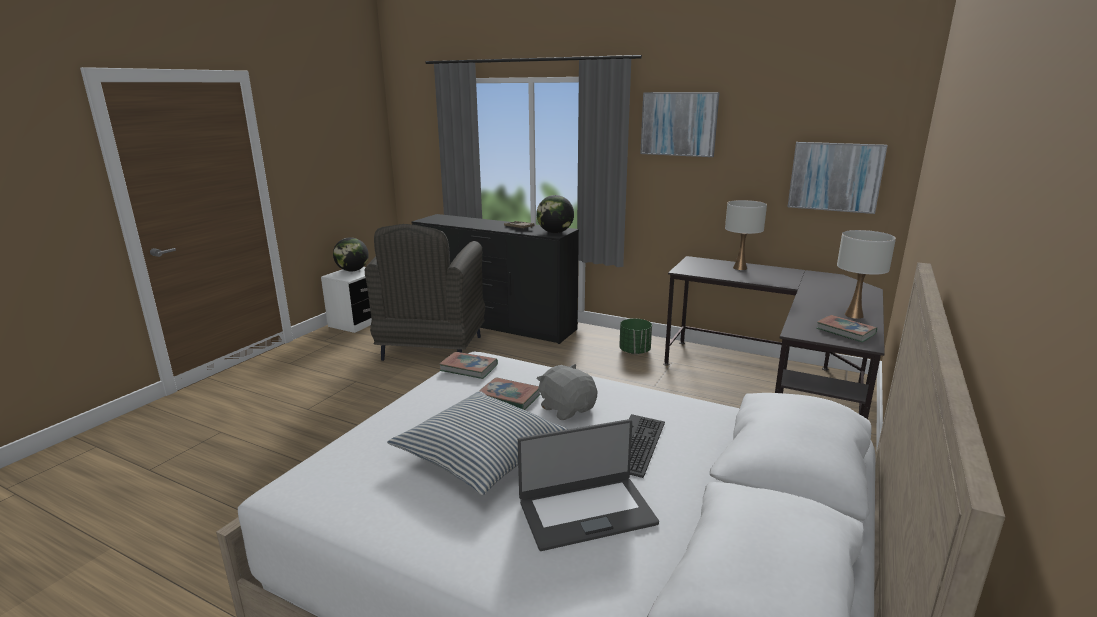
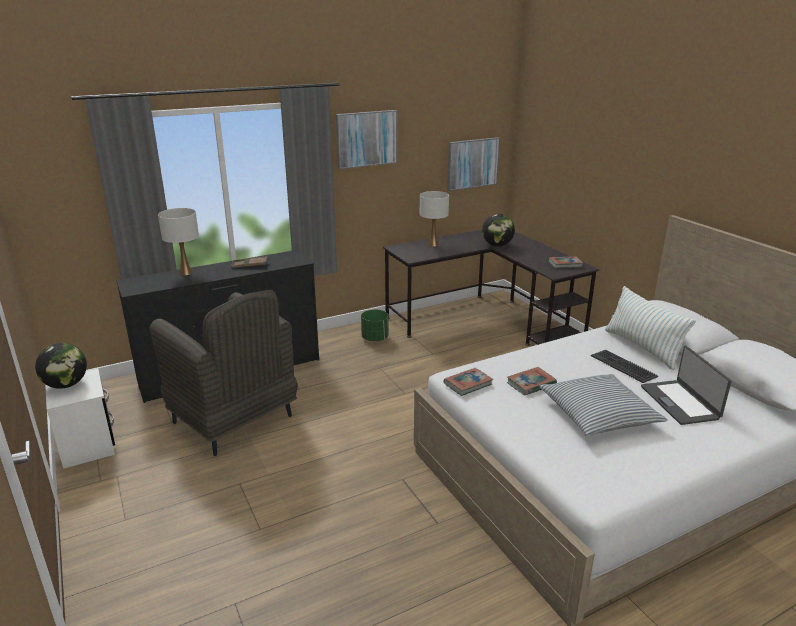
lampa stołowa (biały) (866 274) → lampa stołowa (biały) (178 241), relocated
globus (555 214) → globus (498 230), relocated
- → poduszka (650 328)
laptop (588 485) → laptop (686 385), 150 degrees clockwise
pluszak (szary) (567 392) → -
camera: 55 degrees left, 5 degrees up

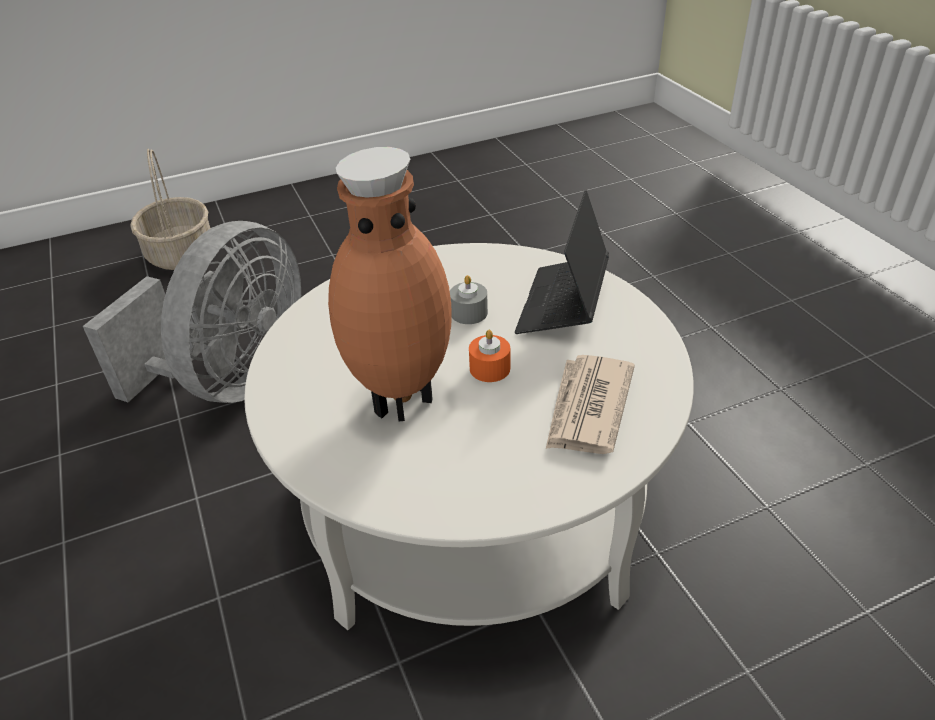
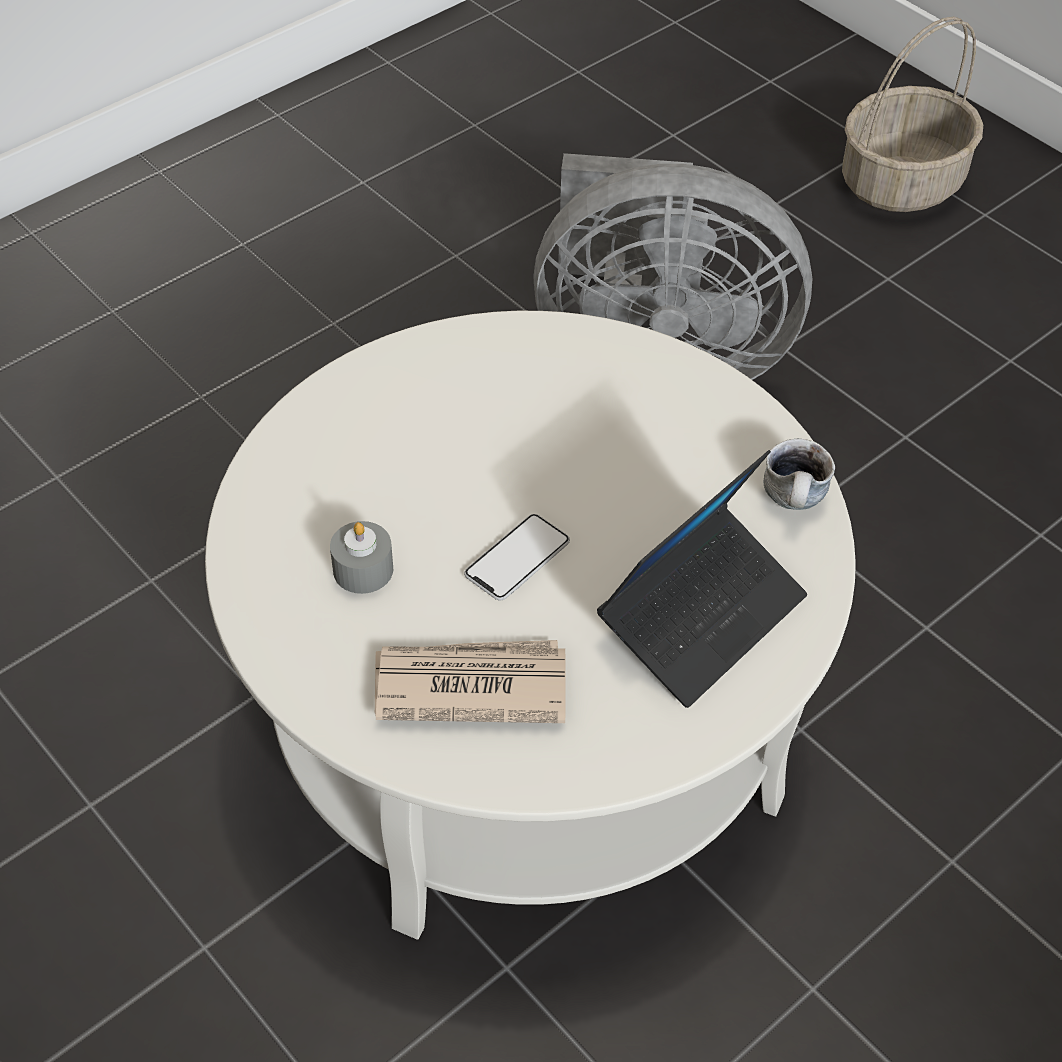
świeca (szary) (469 299) → świeca (szary) (361 557), relocated
świeca (pomarańczowy) (489 356) → telefon (517 557)
laptop (562 262) → laptop (702 579), 135 degrees clockwise
- → kubek (799 474)
wazon (brązowy) (389 284) → -
camera: 70 degrees right, 10 degrees up

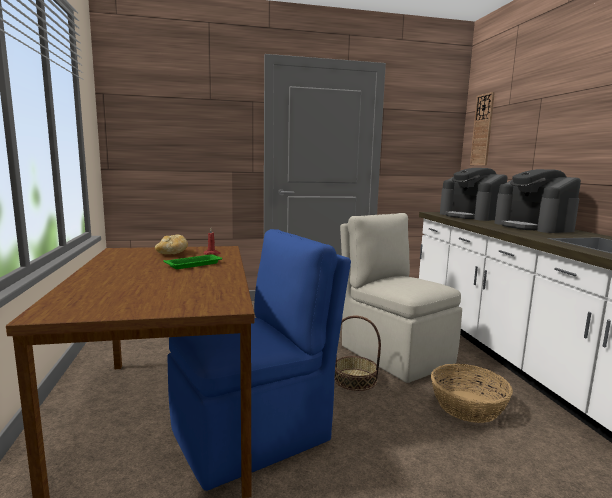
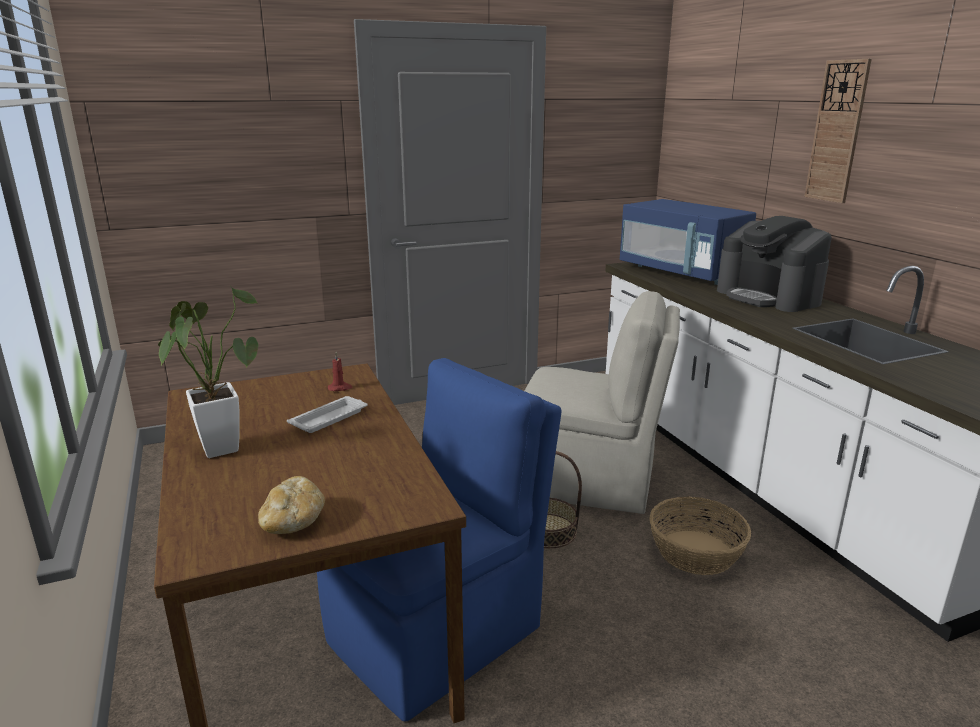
- → roślina doniczkowa (208 372)
chleb (171 244) → chleb (291 505), relocated
taca (zielony) (192 262) → taca (biały) (327 414)
krzesło (beżowy) (401 298) → krzesło (beżowy) (602 402), 150 degrees clockwise
ekspres do kawy (474 194) → mikrofalówka (niebieski) (688 242)
zegar ścienny (482 128) → zegar ścienny (838 131), relocated
camera: 10 degrees left, 10 degrees up

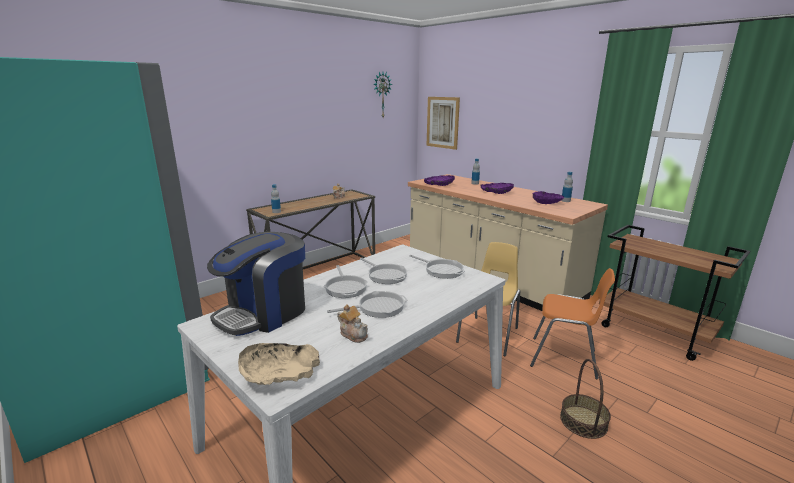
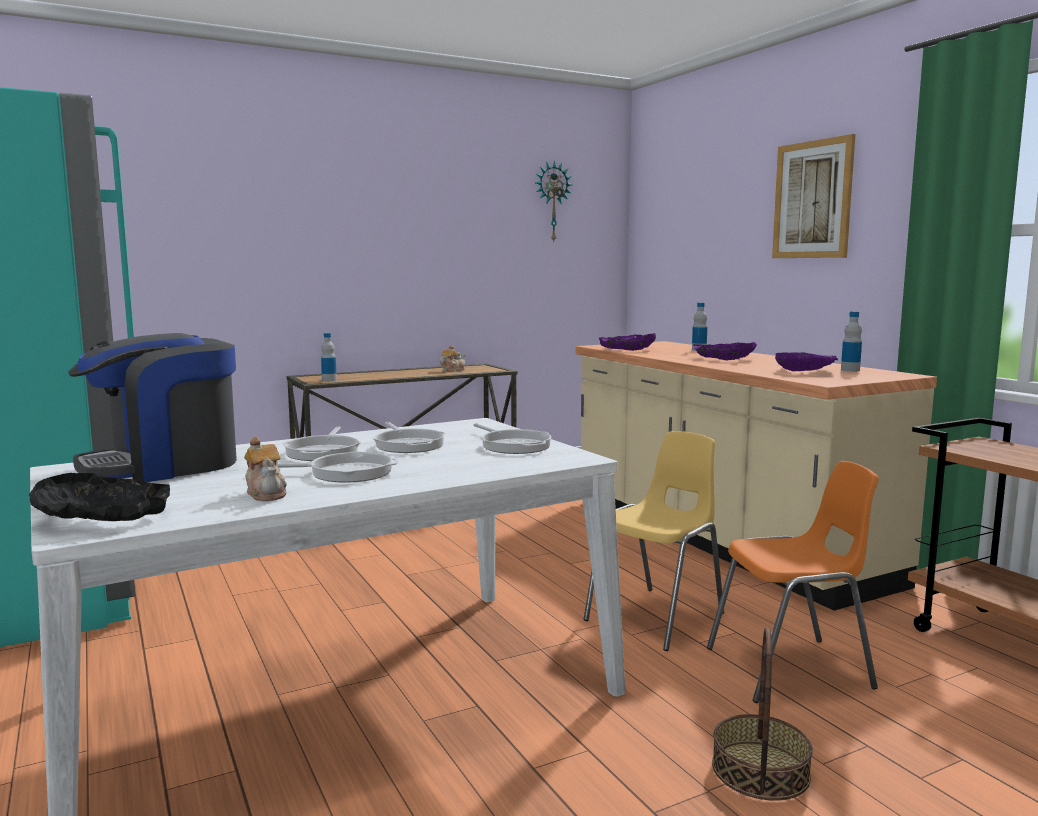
miska (beżowy) (279 364) → miska (czarny) (99 497)
krzesło (pomarańczowy) (572 323) → krzesło (pomarańczowy) (793 582), 45 degrees counterclockwise
obraz (443 123) → obraz (813 196), relocated
camera: 15 degrees right, 10 degrees down

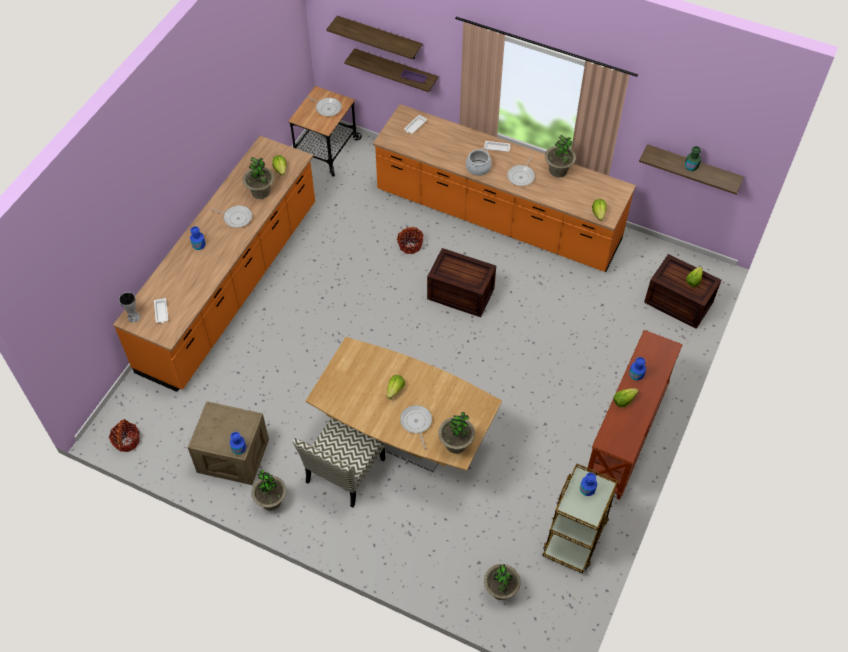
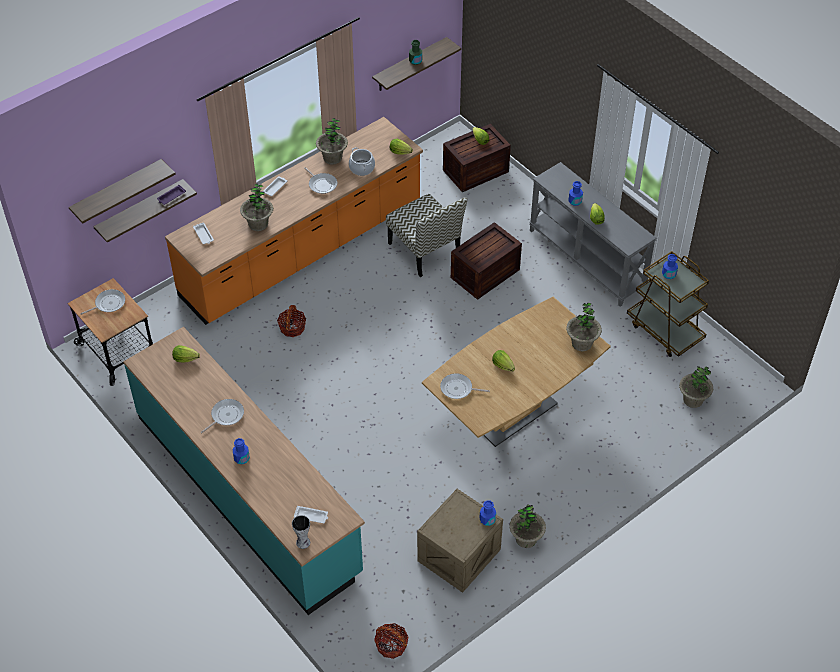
zabudowa kuchenna (pomarańczowy) (214 264) → zabudowa kuchenna (turkusowy) (244 471)
roślina doniczkowa (258 178) → roślina doniczkowa (256 207), relocated
garnek (479 161) → garnek (362 161), relocated
krzesło (339 462) → krzesło (426 235), relocated
patelnia (416 427) → patelnia (465 386), relocated
skrzynka (461 282) → skrzynka (486 261), relocated
stolik konsolowy (brązowy) (635 415) → stolik konsolowy (szary) (593 234)
camera: 65 degrees left, 5 degrees down

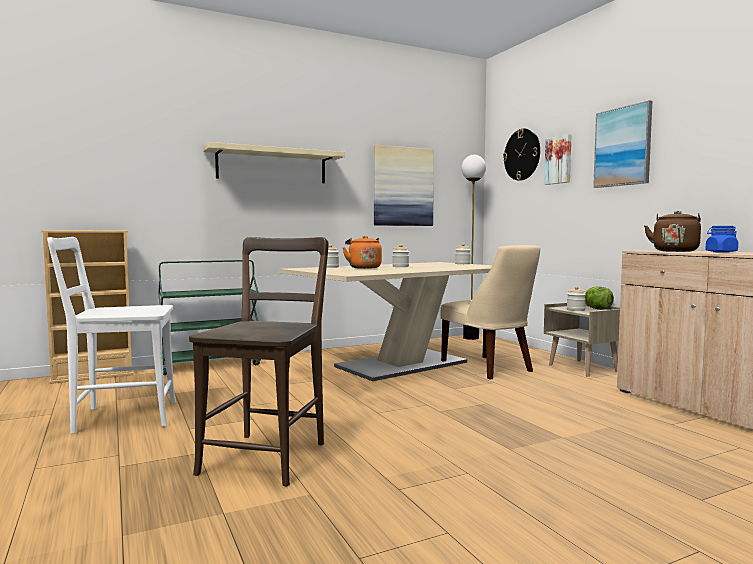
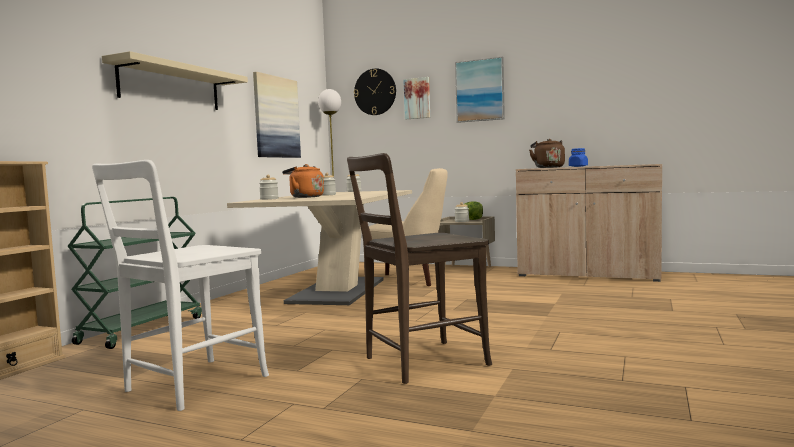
krzesło (brązowy) (259 361) → krzesło (brązowy) (419 268), 90 degrees counterclockwise
camera: 40 degrees left, 0 degrees up

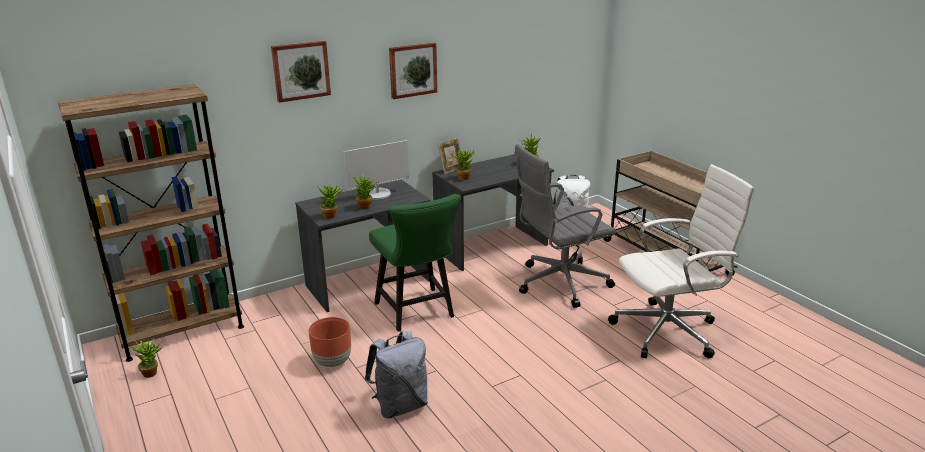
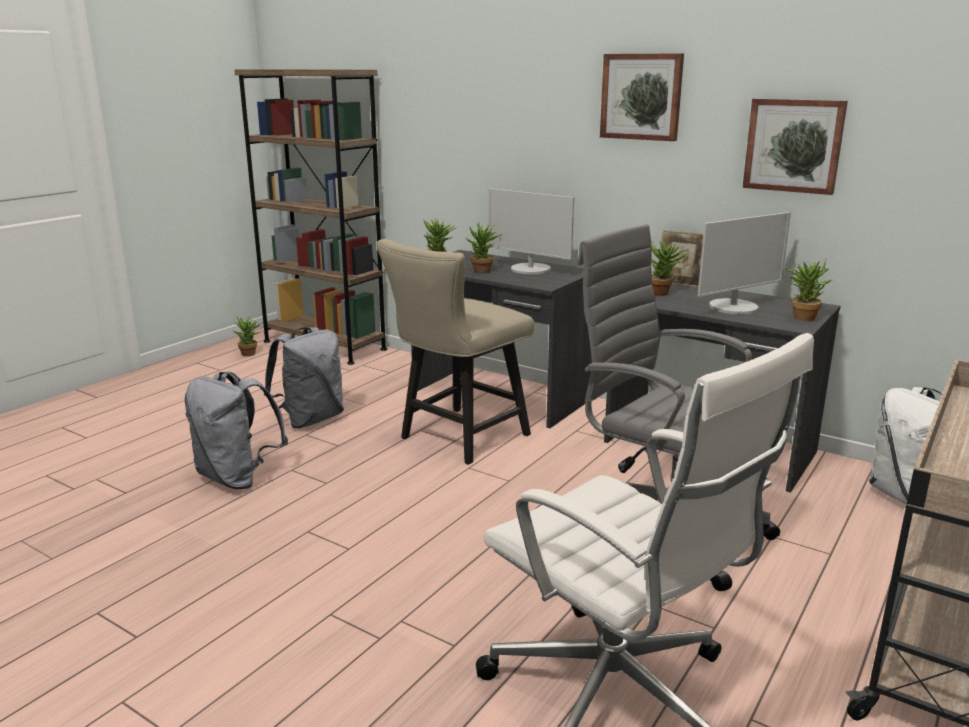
donica (brązowy) (330 342) → plecak (szary) (304 377)
krzesło (zielony) (415 263) → krzesło (beżowy) (455 351)
- → monitor (744 263)
obraz (301 72) → obraz (795 147), relocated
camera: 65 degrees right, 5 degrees down

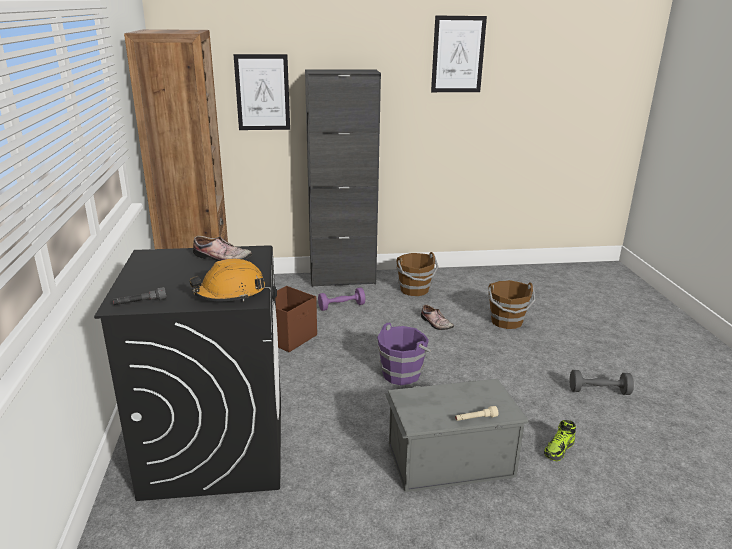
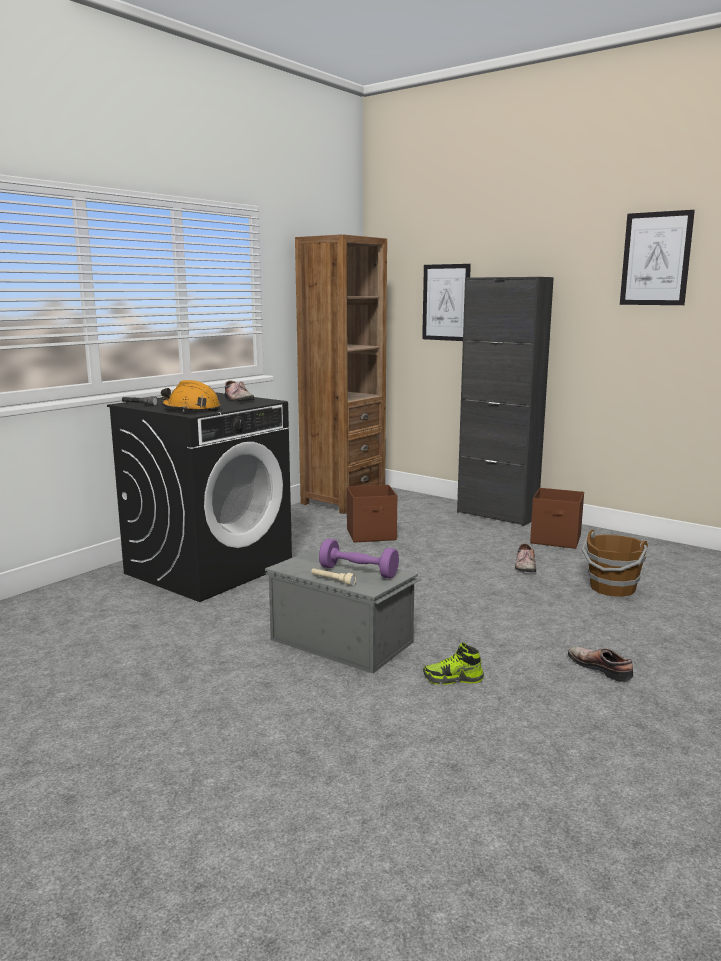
hantel (fioletowy) (341 299) → hantel (fioletowy) (359 559), relocated
wiadro (brązowy) (417 274) → pojemnik do przechowywania (brązowy) (557 518)
hantel (szary) (602 382) → but (600 664)
wiadro (fioletowy) (404 353) → -
camera: 45 degrees right, 10 degrees down

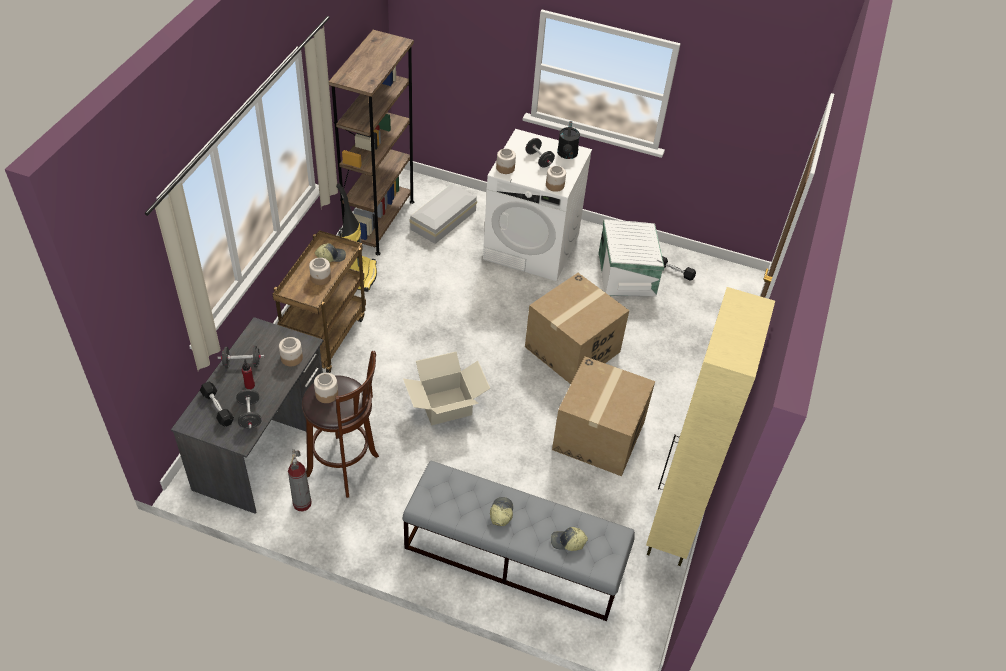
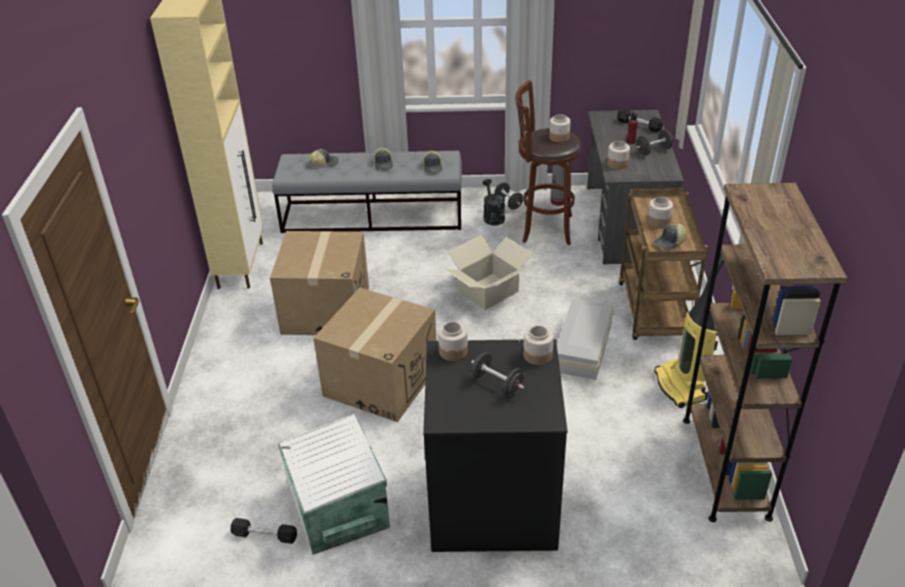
- → czapka z daszkiem (432 162)
pralka (biały) (537 205) → pralka (czarny) (495 445)
konewka (czarny) (568 140) → konewka (czarny) (494 202), relocated
hantel (czarny) (248 408) → hantel (czarny) (509 196), relocated
pojemnik do przechowywania (biały) (443 214) → pojemnik do przechowywania (biały) (585 339), relocated
camera: 165 degrees right, 10 degrees down

